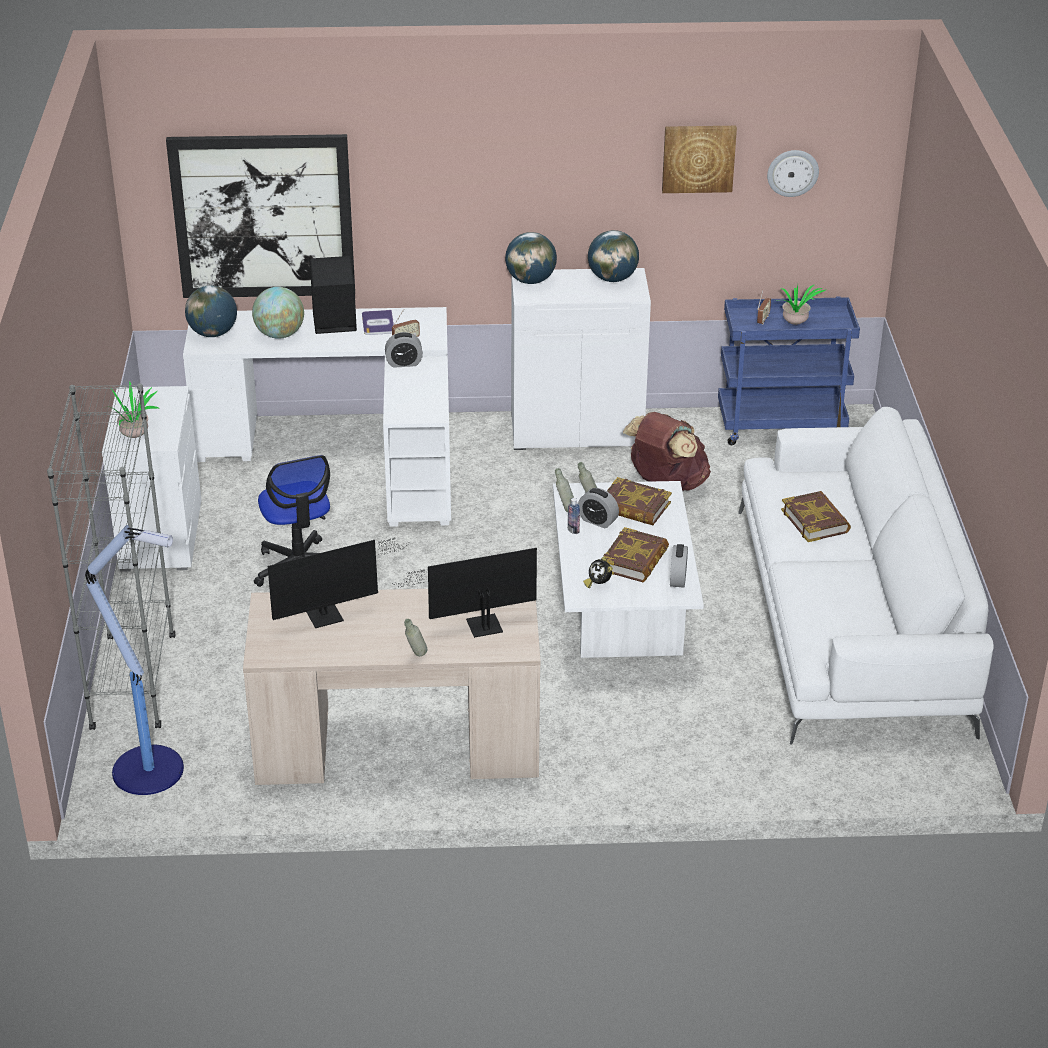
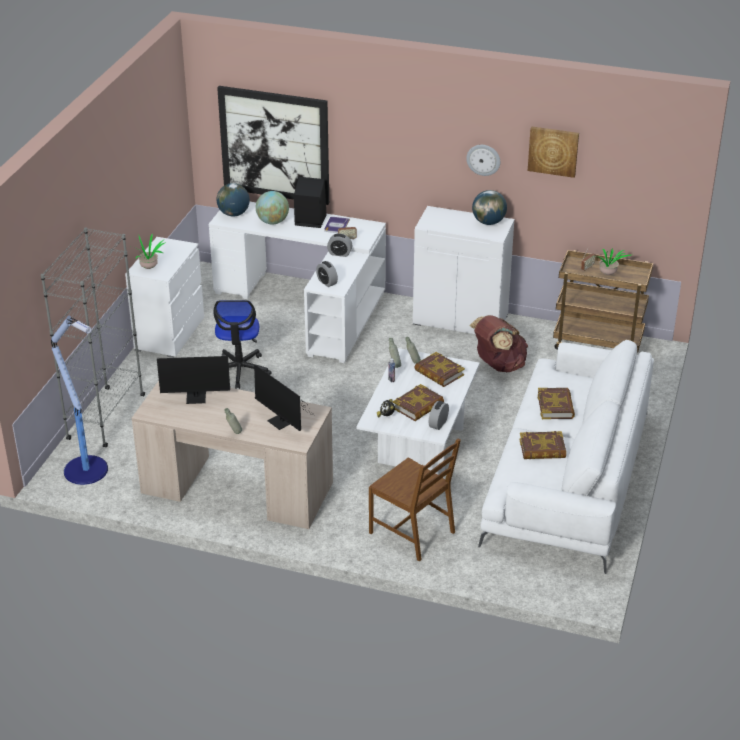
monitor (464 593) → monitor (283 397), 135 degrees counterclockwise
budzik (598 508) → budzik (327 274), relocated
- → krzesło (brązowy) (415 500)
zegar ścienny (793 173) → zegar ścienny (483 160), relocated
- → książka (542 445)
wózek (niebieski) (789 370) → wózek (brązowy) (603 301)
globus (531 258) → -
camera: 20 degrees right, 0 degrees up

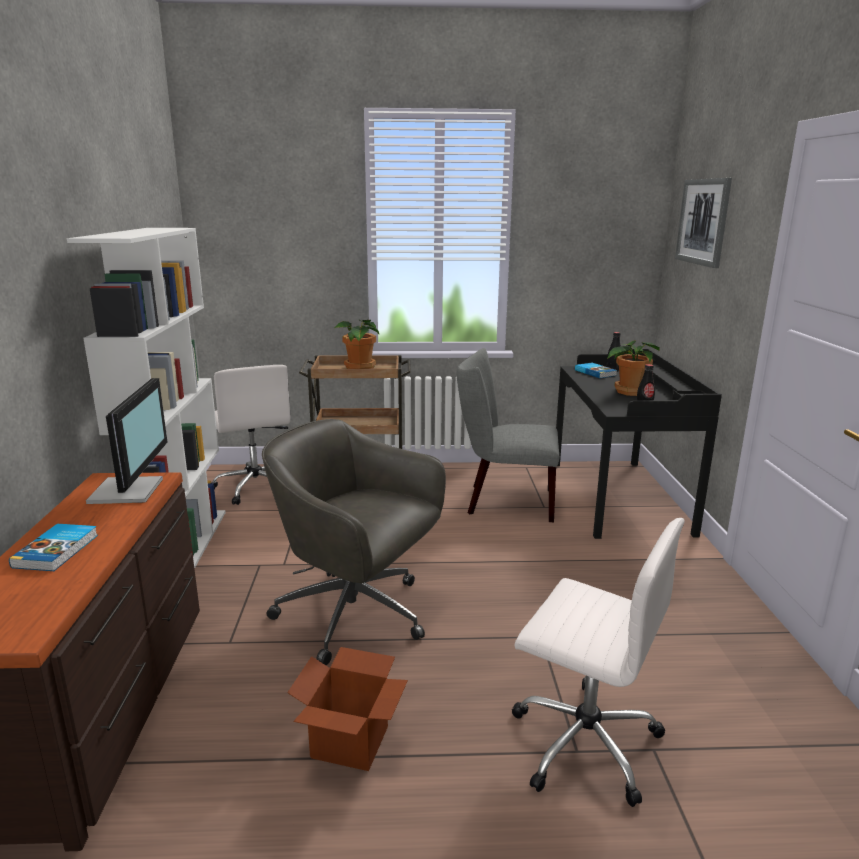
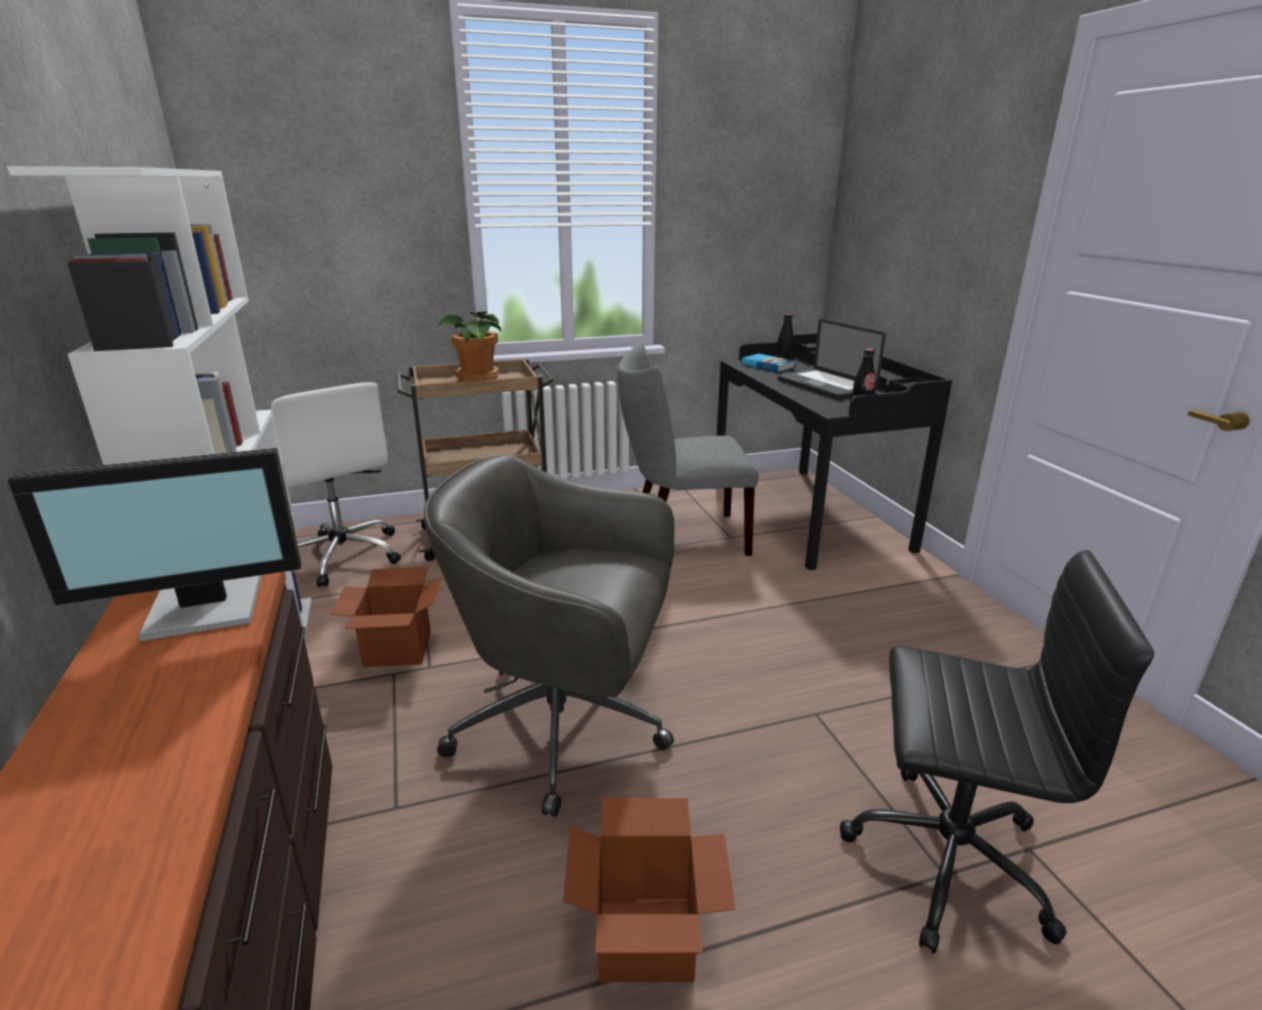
monitor (127 441) → monitor (154 545), 90 degrees clockwise
- → karton (386 617)
roślina doniczkowa (633 368) → laptop (831 359)
krzesło biurowe (biały) (598 662) → krzesło biurowe (czarny) (997 752)
książka (53 547) → -
obraz (703 223) → -
camera: 15 degrees left, 5 degrees up

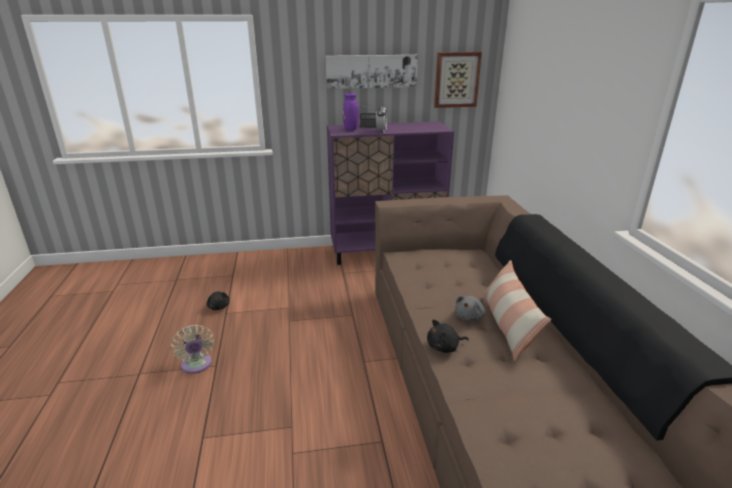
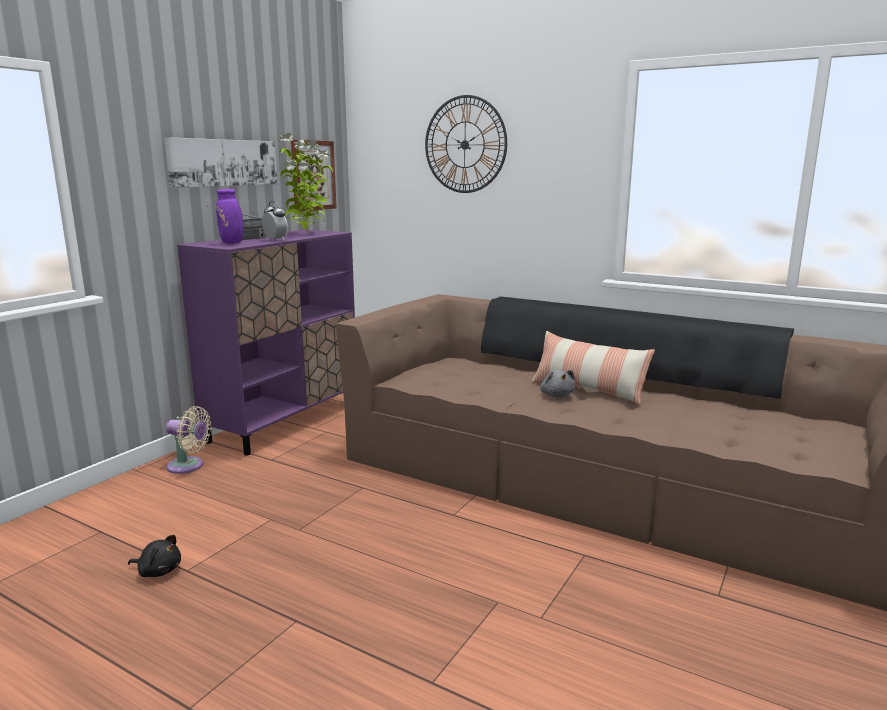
wentylator (beżowy) (192 349) → wentylator (beżowy) (188 440), relocated
- → roślina doniczkowa (306 183)
- → zegar ścienny (466 144)
pluszak (czarny) (448 336) → -
camera: 50 degrees left, 10 degrees down

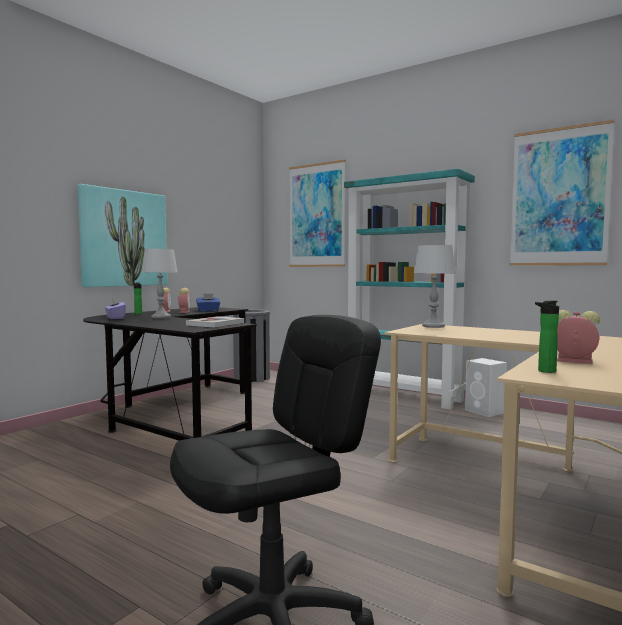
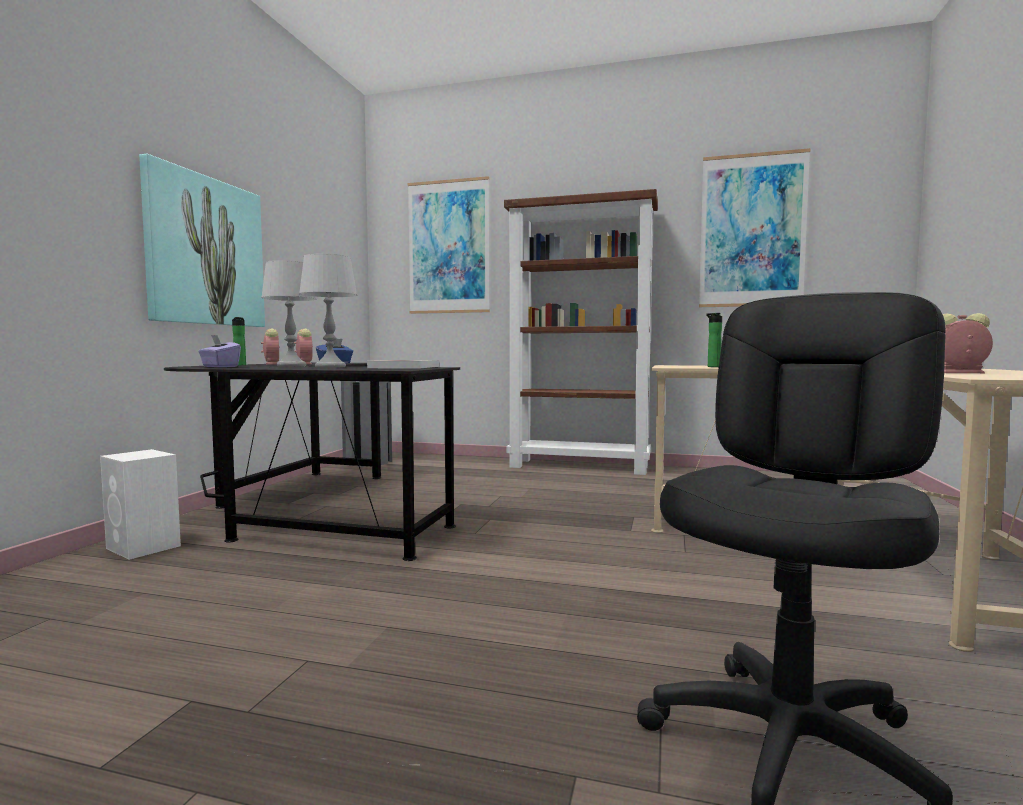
głośnik (biały) (486 387) → głośnik (biały) (140 504), relocated
lampa stołowa (szary) (435 286) → lampa stołowa (szary) (328 310), relocated
regał (turkusowy) (409 289) → regał (brązowy) (581 332)
butelka (547 336) → butelka (714 340), relocated
camera: 20 degrees left, 0 degrees up

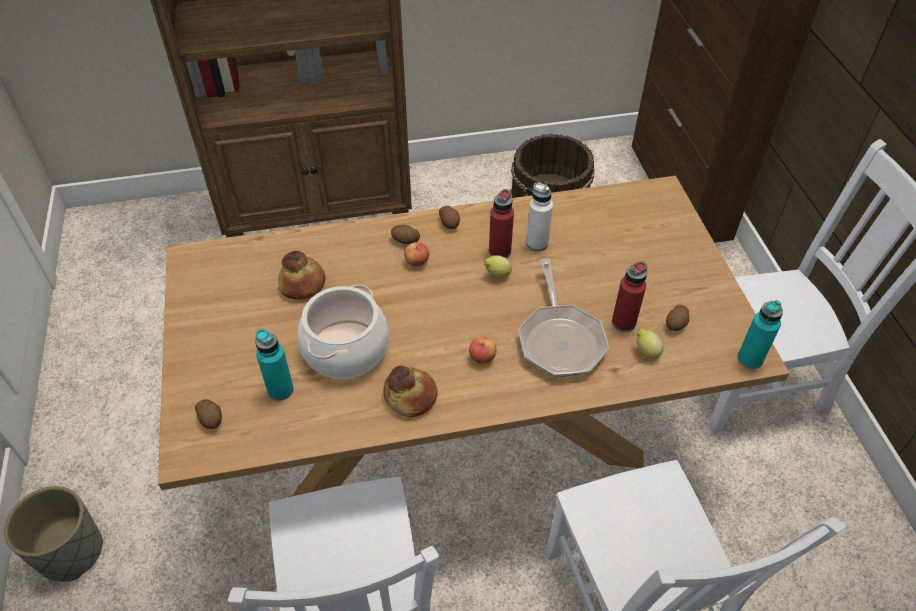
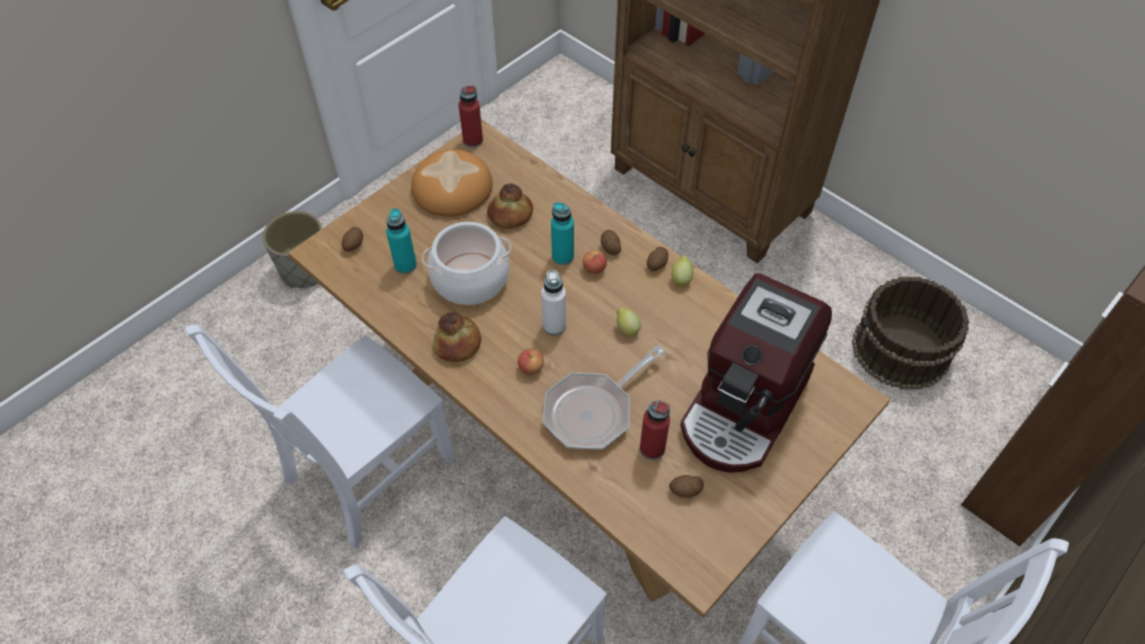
- → chleb (452 183)
butelka (czerwony) (501 223) → butelka (czerwony) (471 117), relocated
butelka (biały) (539 216) → butelka (biały) (553 302), relocated
butelka (turkusowy) (760 334) → butelka (turkusowy) (562 233), relocated
cytryna (650 343) → cytryna (682 271), relocated
- → ekspres do kawy (756 373)
camera: 55 degrees right, 5 degrees up

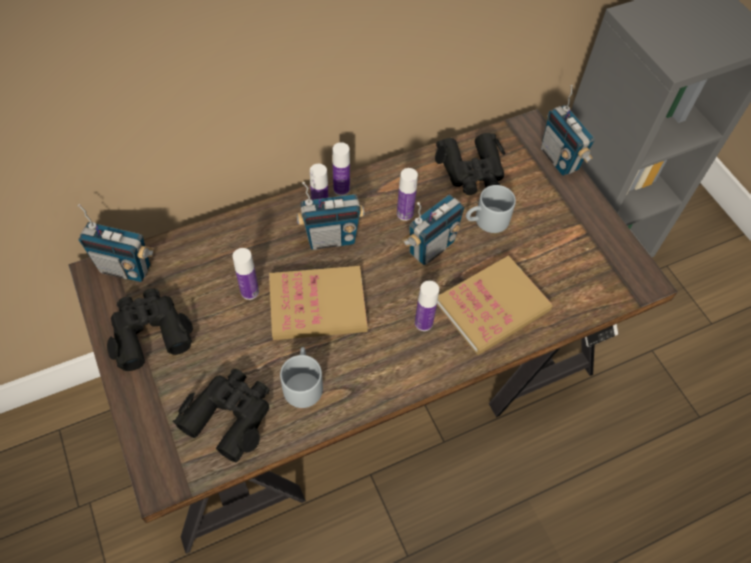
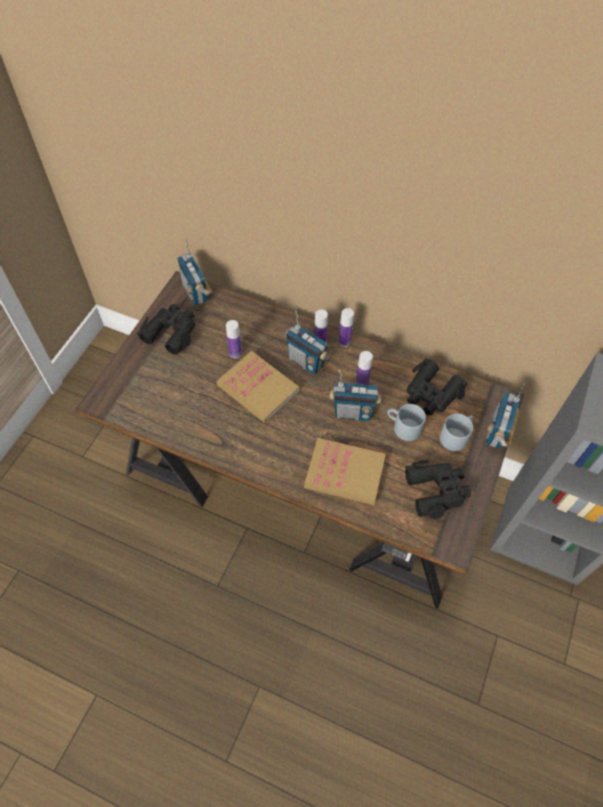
lornetka (czarny) (221 415) → lornetka (czarny) (438 489), relocated
kubek (szary) (301 377) → kubek (szary) (456 432), relocated
butelka (427 306) → -
camera: 50 degrees right, 0 degrees up

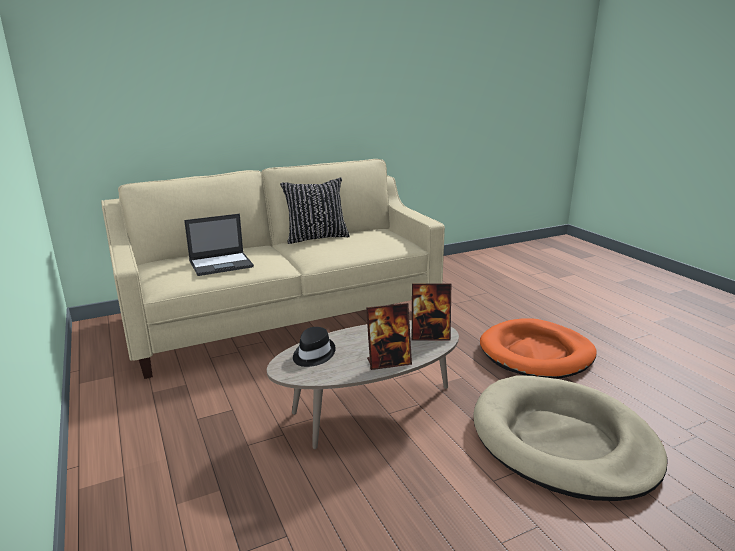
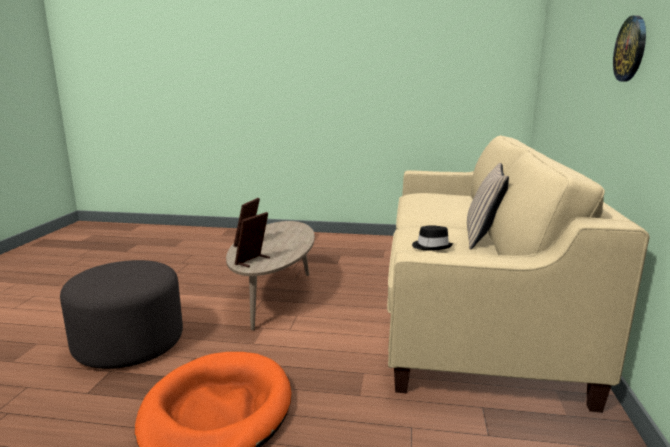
legowisko (beżowy) (570 438) → pufa (szary) (121 314)
kapelusz (czarny) (314 347) → kapelusz (czarny) (432 238), relocated
poduszka (czarny) (315 210) → poduszka (beżowy) (488 206)
- → zegar ścienny (629 48)
laptop (219 245) → -
camera: 125 degrees right, 5 degrees down

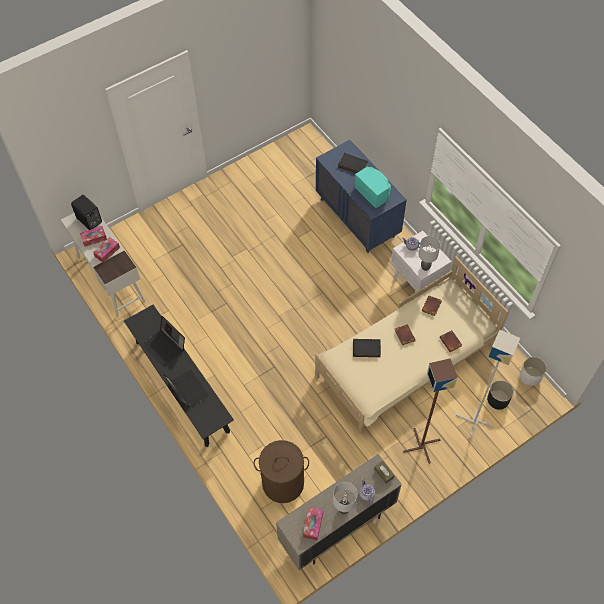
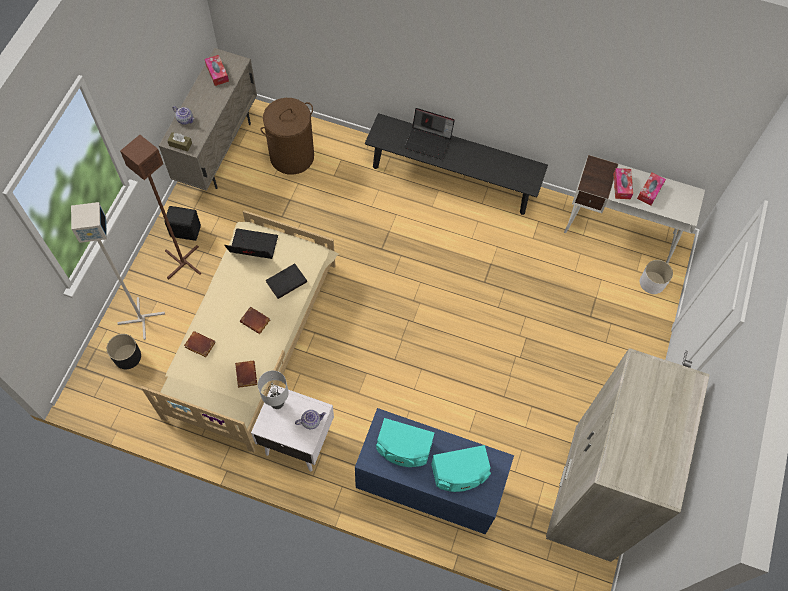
głośnik (czarny) (86 212) → głośnik (czarny) (182 223), relocated
laptop (164 340) → laptop (251 243), relocated
książka (czarny) (353 163) → głośnik (turkusowy) (461 468)
- → szafa (beżowy) (628 455)
donica (biały) (533 371) → donica (biały) (656 277), relocated
lampa stołowa (szary) (345 498) → -
camera: 140 degrees right, 5 degrees up

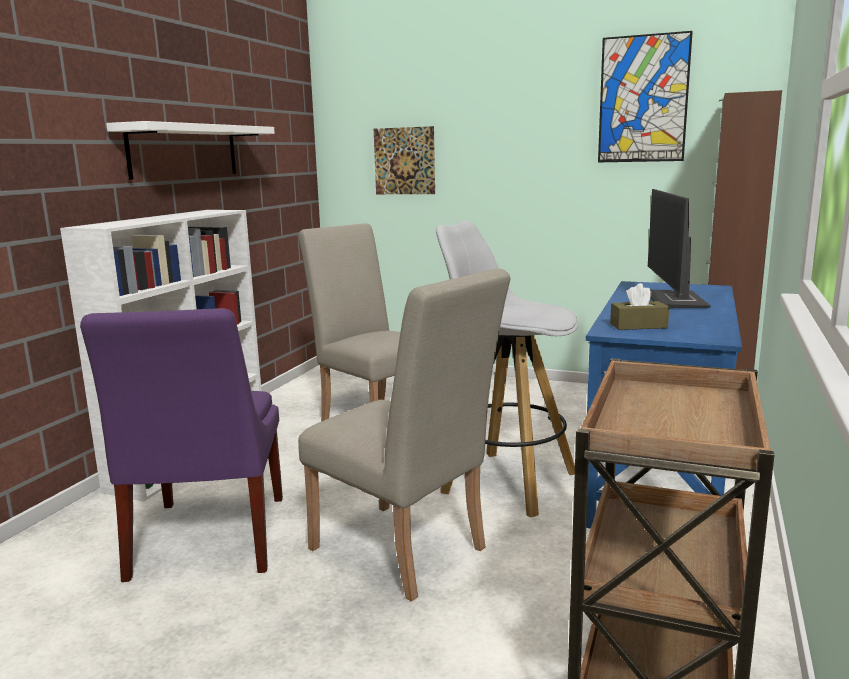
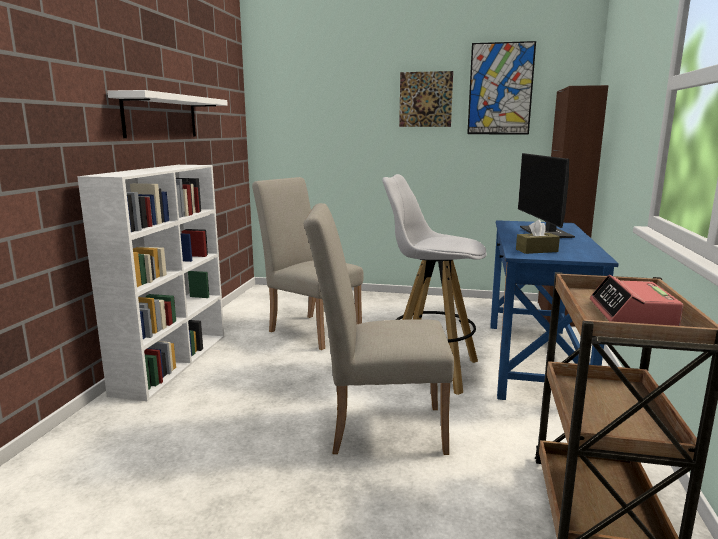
krzesło (beżowy) (404 435) → krzesło (beżowy) (378 329), 150 degrees clockwise
obraz (404 160) → obraz (426 99), relocated
- → budzik (636 300)
krzesło (fioletowy) (181 445) → -
camera: 10 degrees left, 0 degrees up

